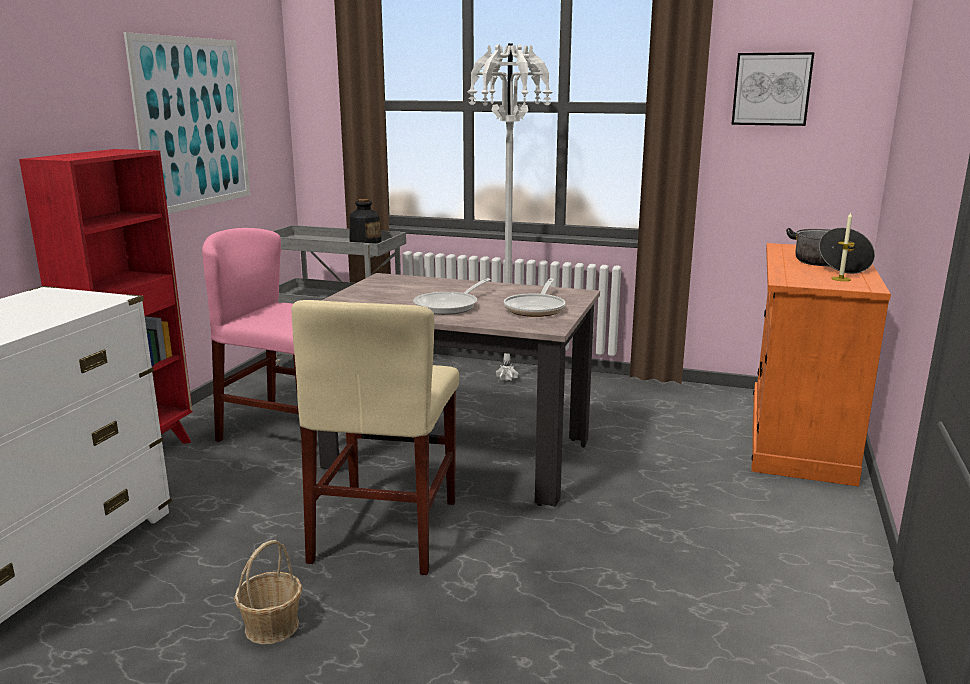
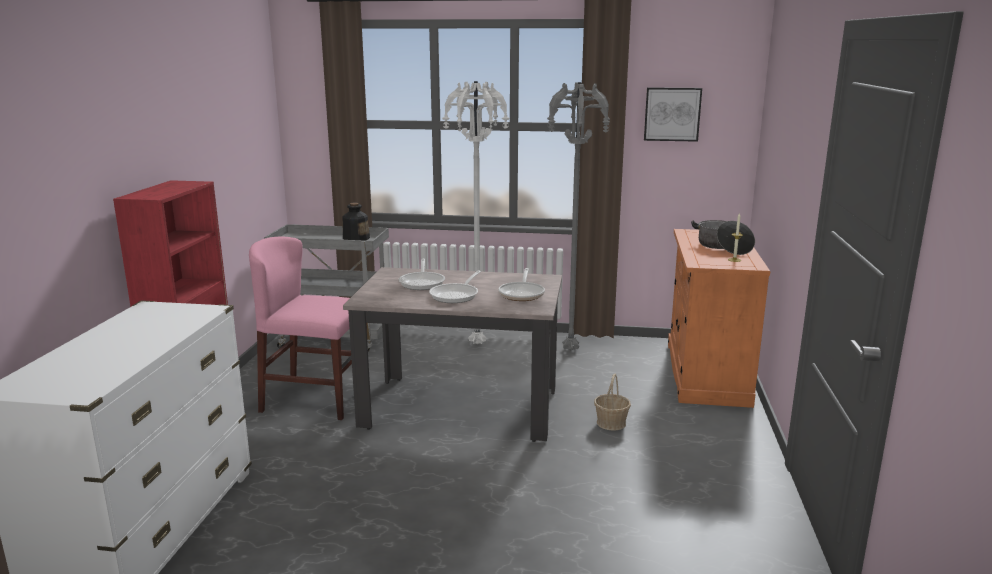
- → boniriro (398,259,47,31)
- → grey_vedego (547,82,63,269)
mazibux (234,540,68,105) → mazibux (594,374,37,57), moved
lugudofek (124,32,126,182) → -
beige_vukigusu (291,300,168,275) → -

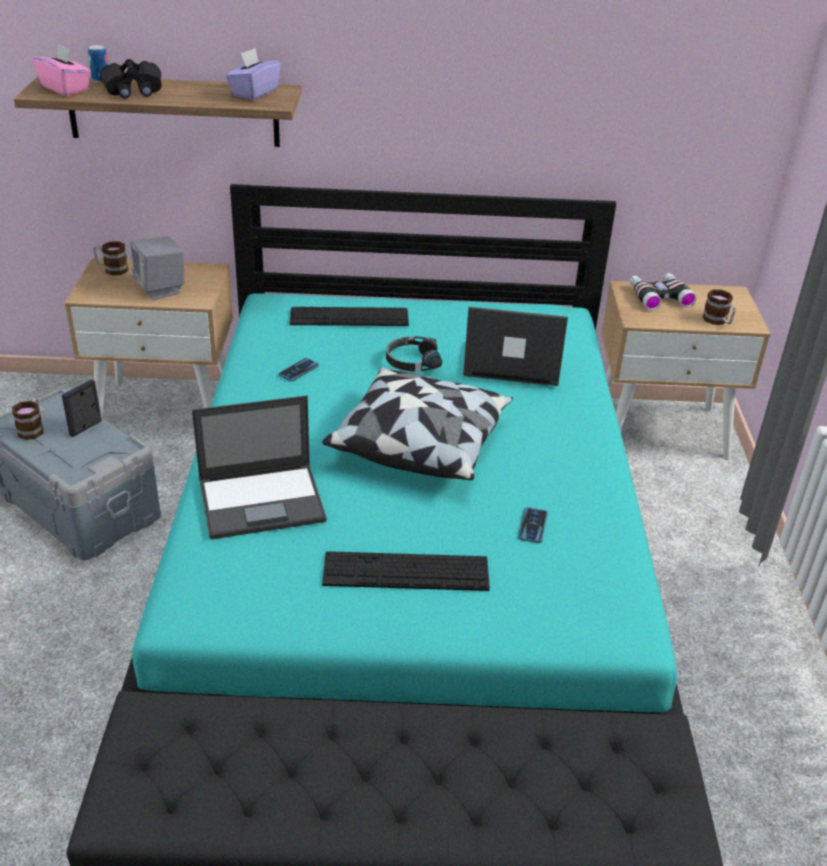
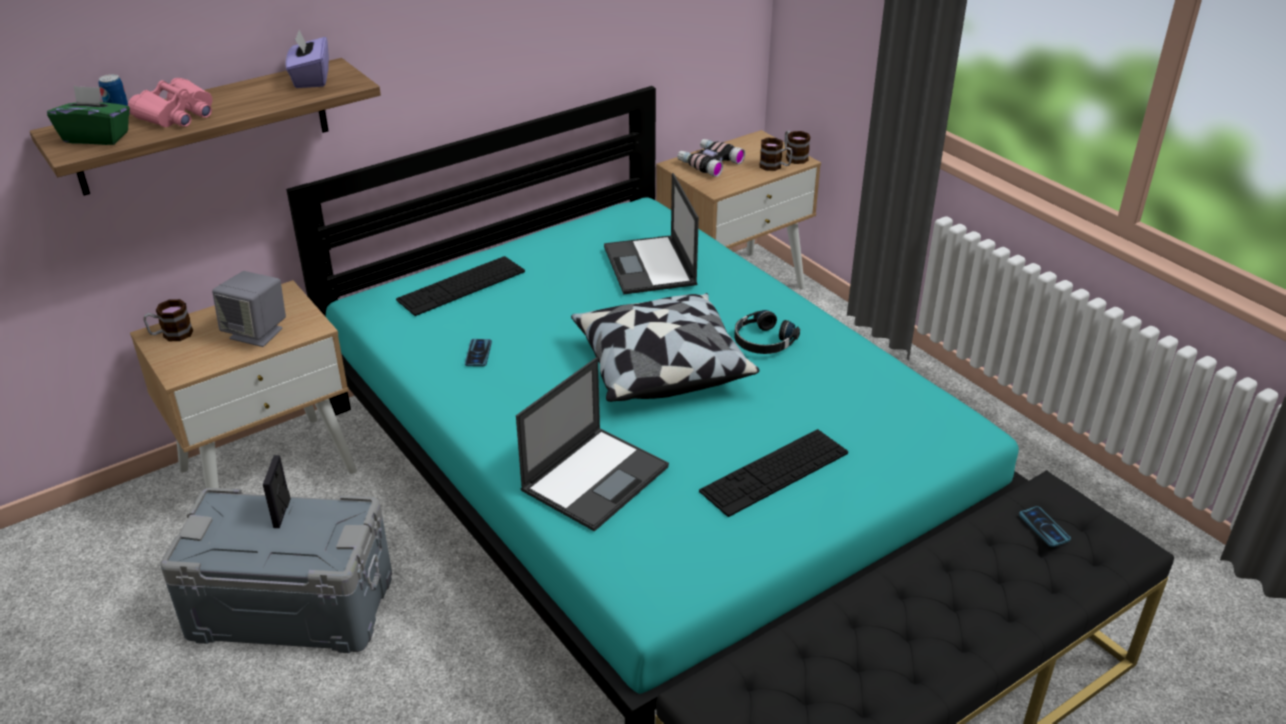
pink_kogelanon (33,43,58,53) → green_kogelanon (47,86,83,59)
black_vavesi (100,59,62,39) → pink_vavesi (128,78,84,49)
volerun (463,307,105,79) → volerun (604,173,95,121), 75 degrees counterclockwise
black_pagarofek (386,337,56,34) → black_pagarofek (734,310,66,44), moved
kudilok (12,398,31,42) → kudilok (784,131,27,33), moved
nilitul (518,507,30,36) → nilitul (1019,506,52,41), moved

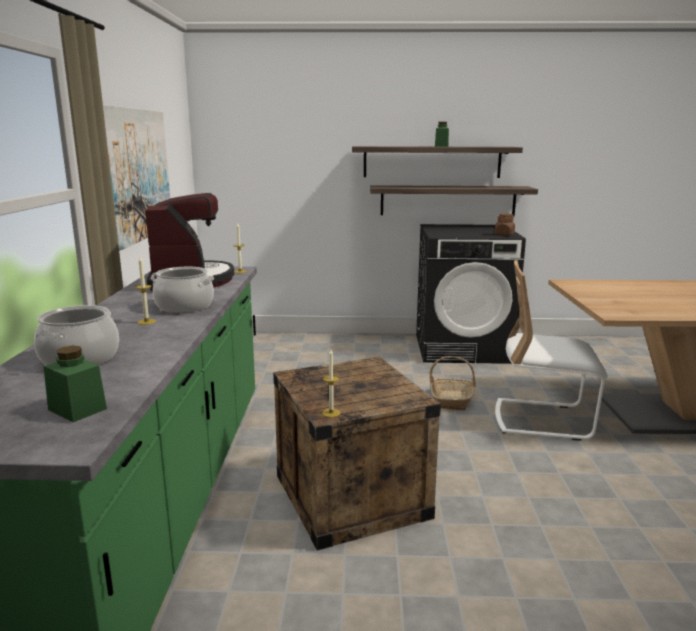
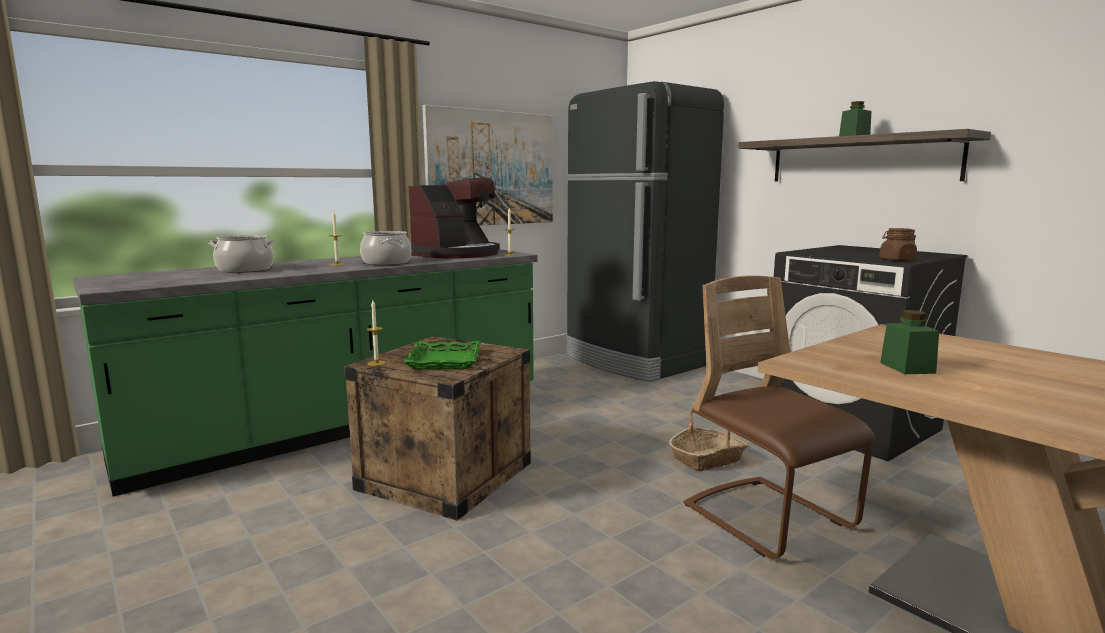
- → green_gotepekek (404,341,77,28)
- → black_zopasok (566,81,158,301)
white_vukigusu (495,260,113,181) → brown_vukigusu (683,275,193,284)
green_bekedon (44,346,63,76) → green_bekedon (880,310,59,64), moved
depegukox (370,185,168,31) → -

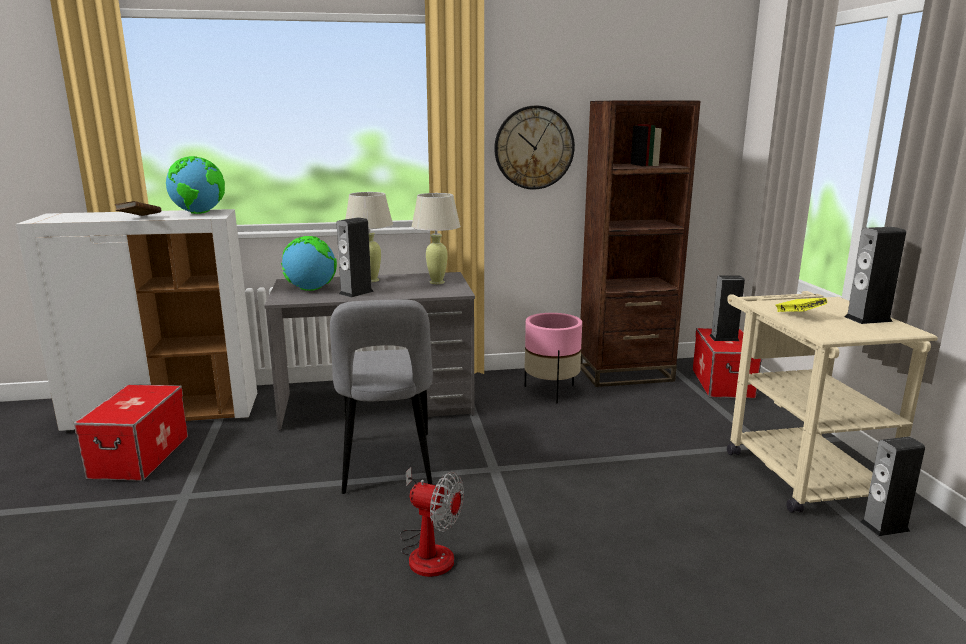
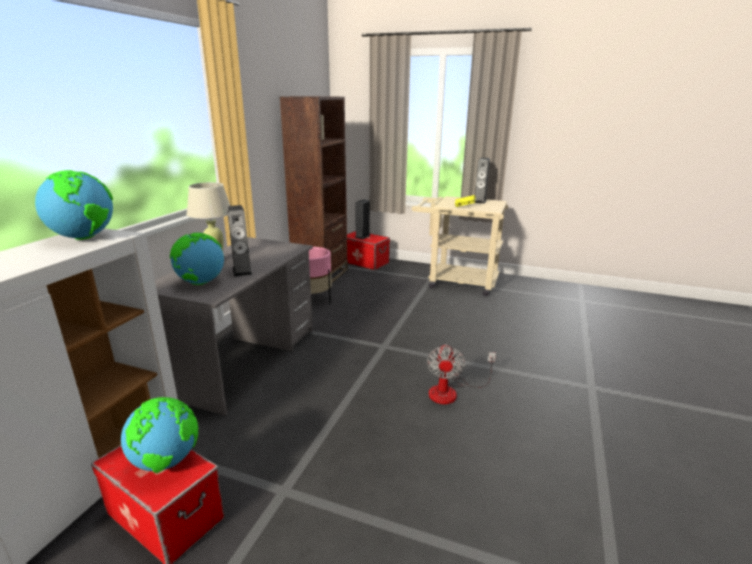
- → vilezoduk (121,397,77,76)
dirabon (400,467,64,110) → dirabon (427,344,69,60), 135 degrees clockwise
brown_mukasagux (114,201,47,15) → -
grey_vukigusu (330,299,103,195) → -
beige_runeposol (411,193,49,91) → -
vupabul (494,105,81,85) → -
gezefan (860,436,65,100) → -

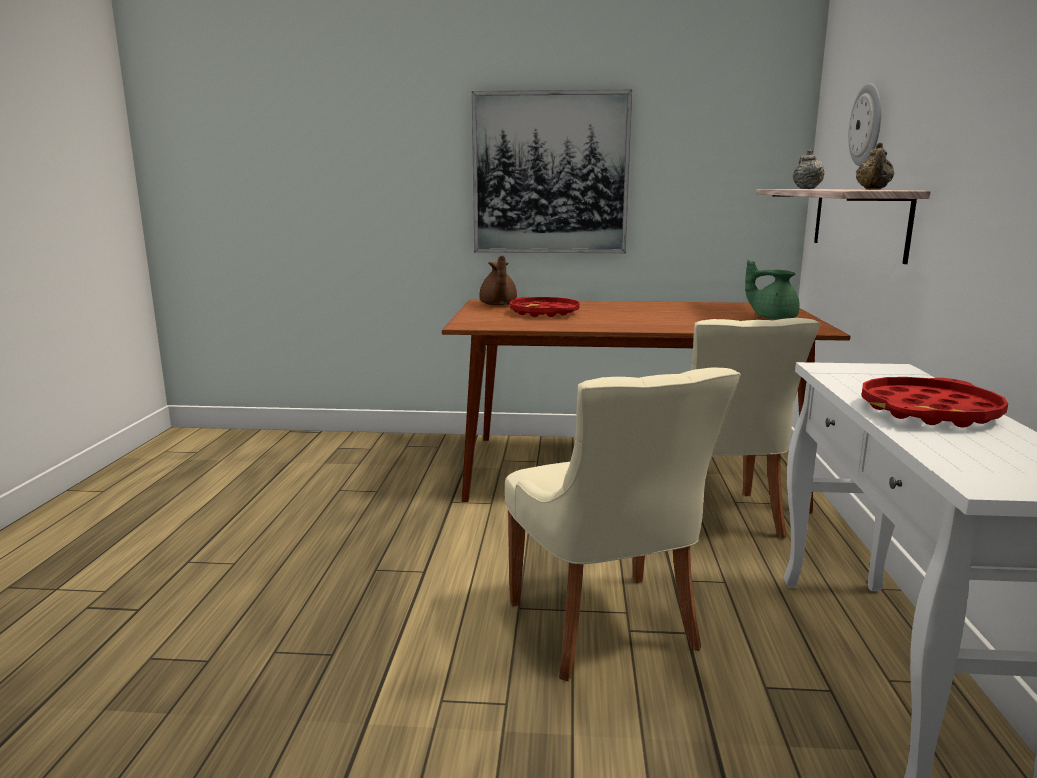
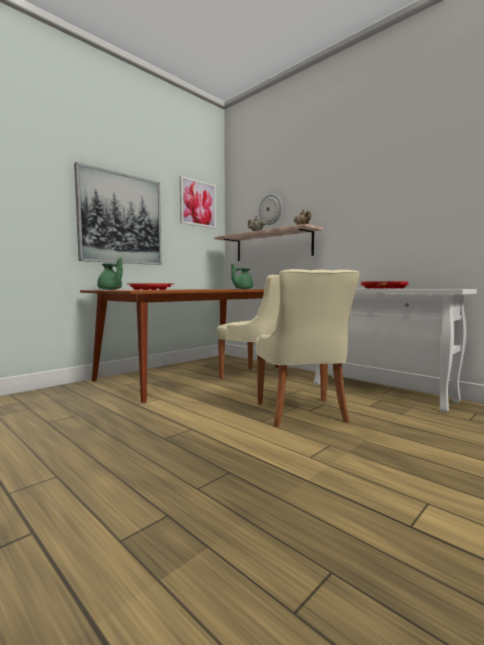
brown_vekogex (479,255,38,50) → green_vekogex (97,258,26,32)
- → lugudofek (180,176,36,52)
beige_vukigusu (505,367,236,314) → beige_vukigusu (256,269,104,158), 60 degrees clockwise

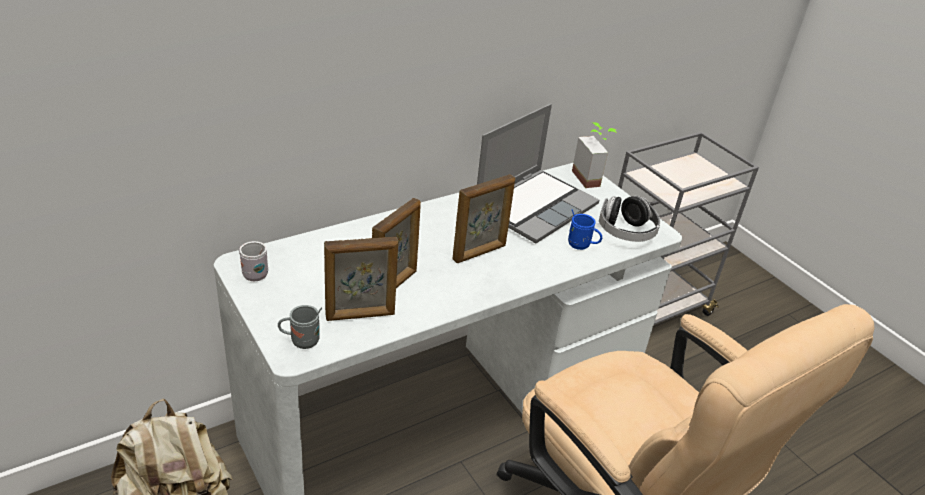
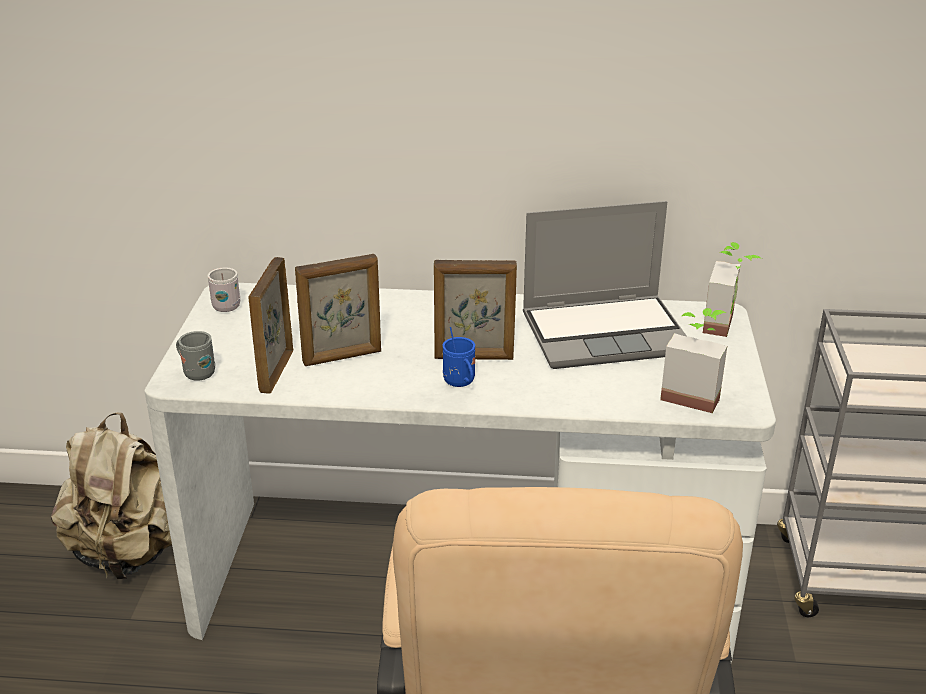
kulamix (324,236,74,85) → kulamix (248,257,46,136), 75 degrees clockwise
blue_kudilok (568,209,34,41) → blue_kudilok (443,327,32,60), moved
pagarofek (599,195,61,47) → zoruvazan (660,308,67,105)

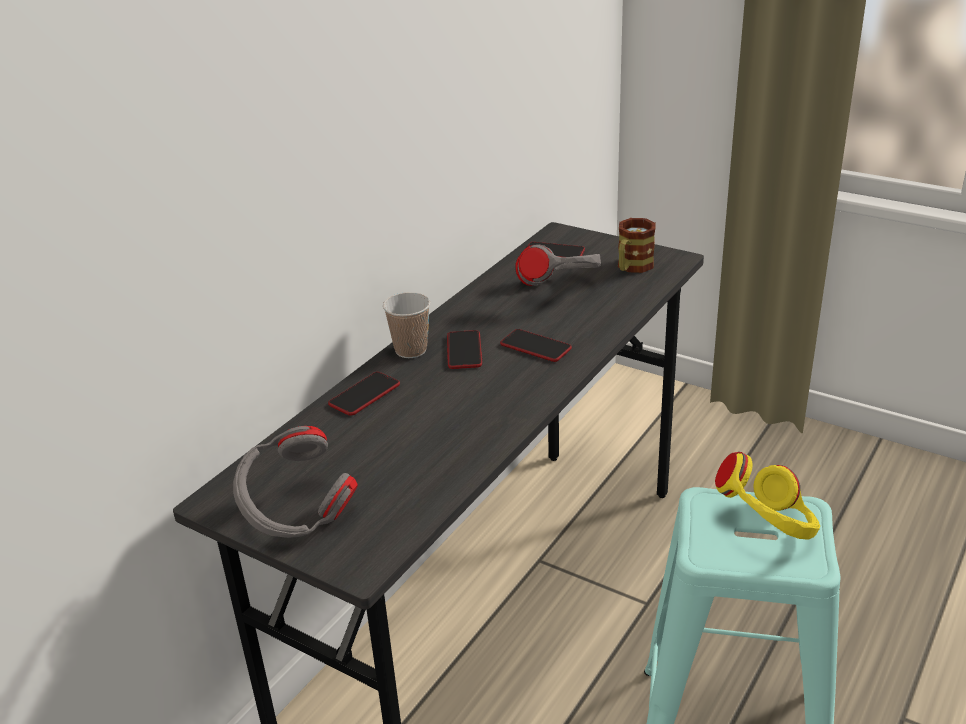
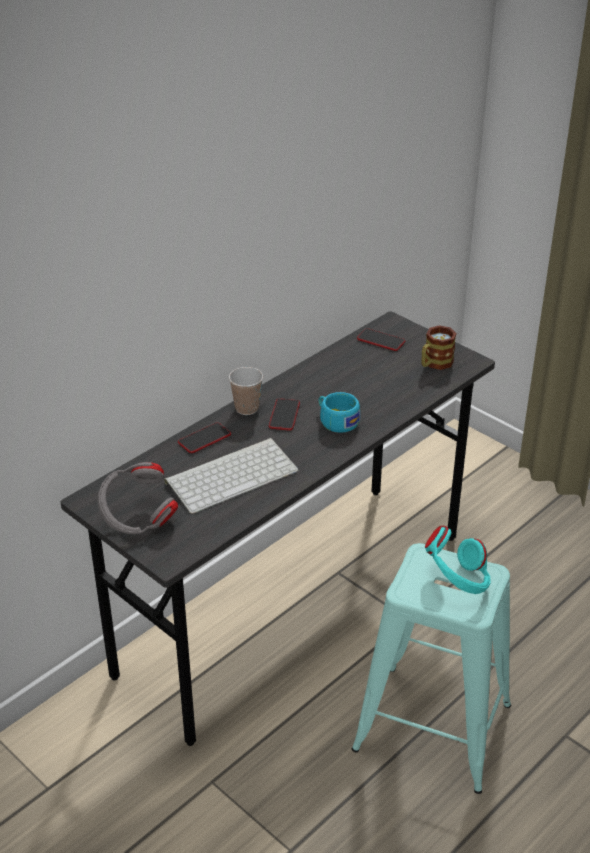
- → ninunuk (164,438,135,76)
nilitul (500,329,72,33) → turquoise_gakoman (319,392,41,41)
yellow_pagarofek (715,452,105,88) → turquoise_pagarofek (425,526,65,68)
grey_pagarofek (515,245,86,41) → -

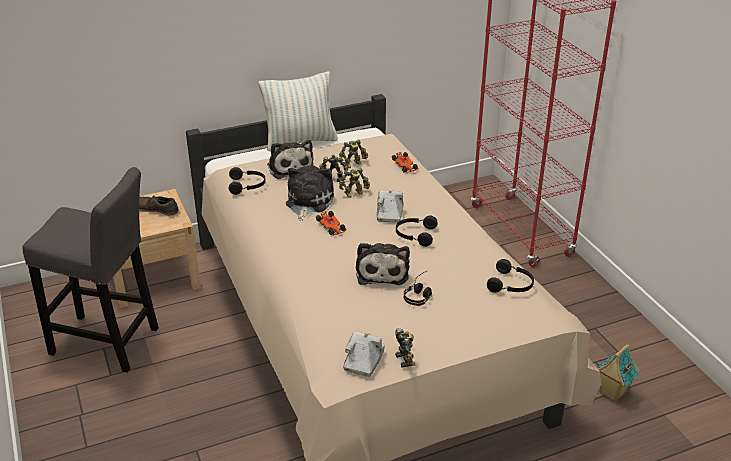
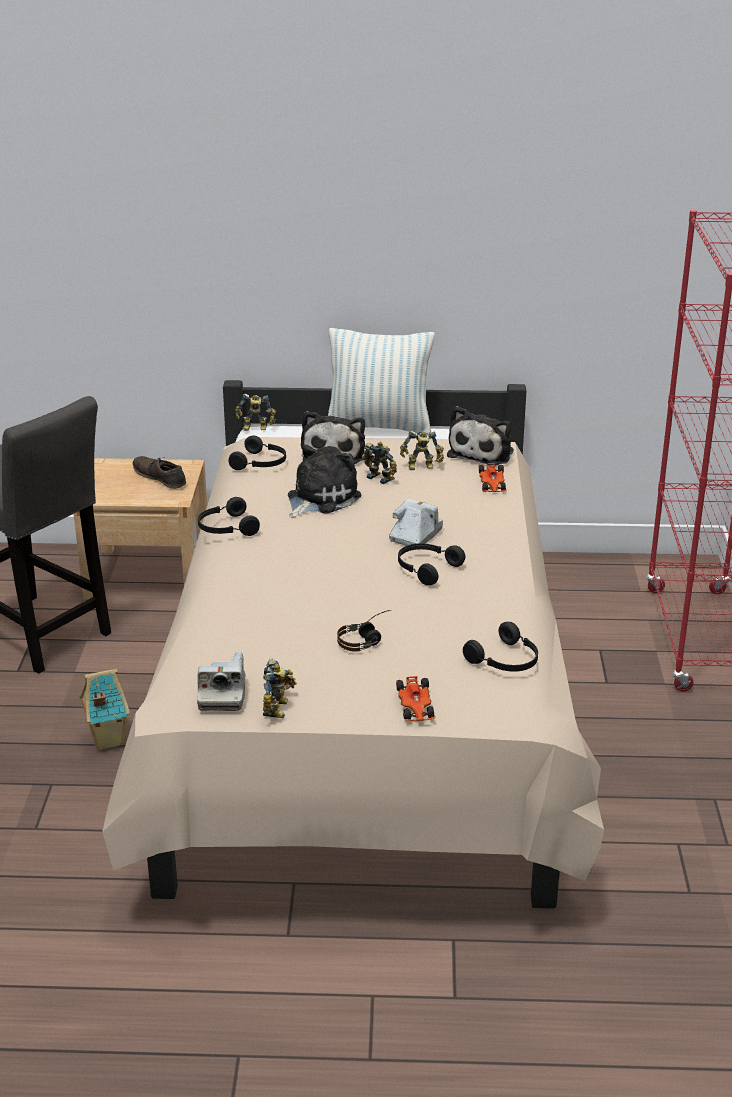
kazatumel (597,344,42,58) → kazatumel (79,669,51,82), moved
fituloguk (343,331,42,46) → fituloguk (197,652,48,59), 135 degrees clockwise
- → black_pagarofek (198,497,62,39)
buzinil (339,168,31,30) → buzinil (235,393,41,38), moved
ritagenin (316,211,31,24) → ritagenin (396,676,40,45), moved
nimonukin (356,243,54,42) → nimonukin (447,406,67,60), moved

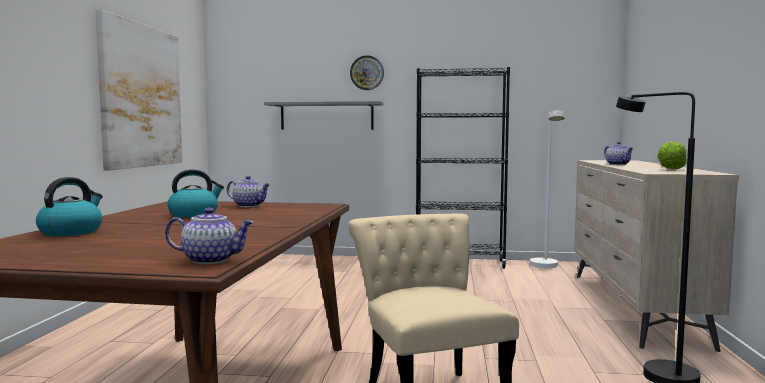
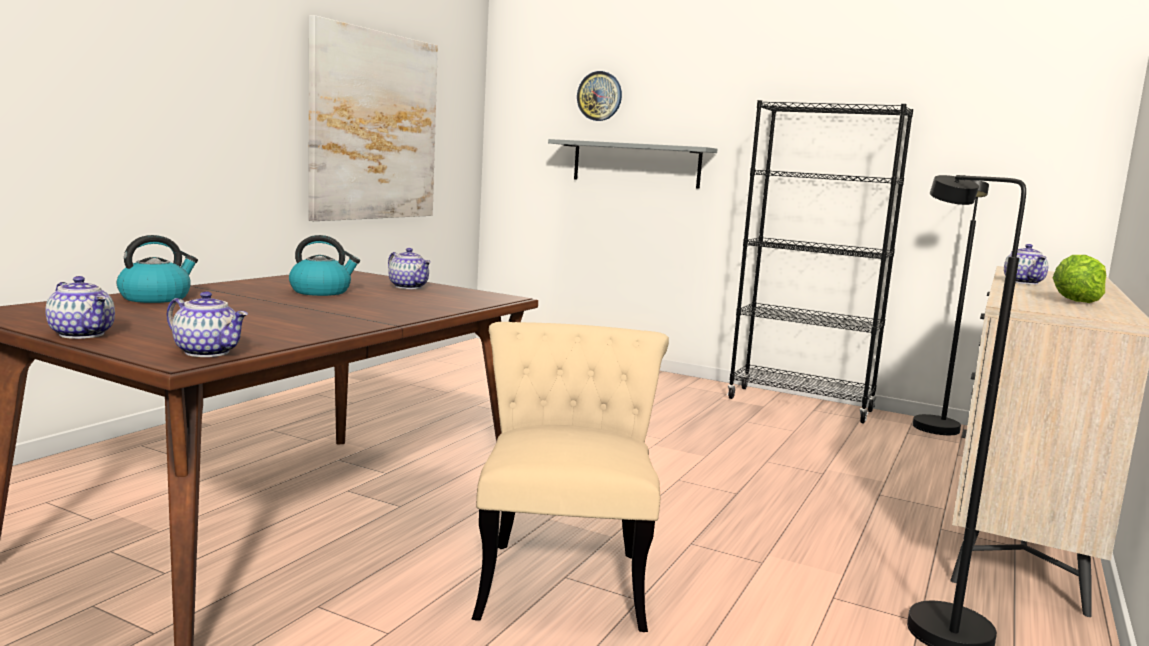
- → vekogex (45,276,70,63)
vupabul (350,55,34,35) → vupabul (577,71,45,50), moved
white_vedego (530,110,35,158) → black_vedego (913,180,76,255)

